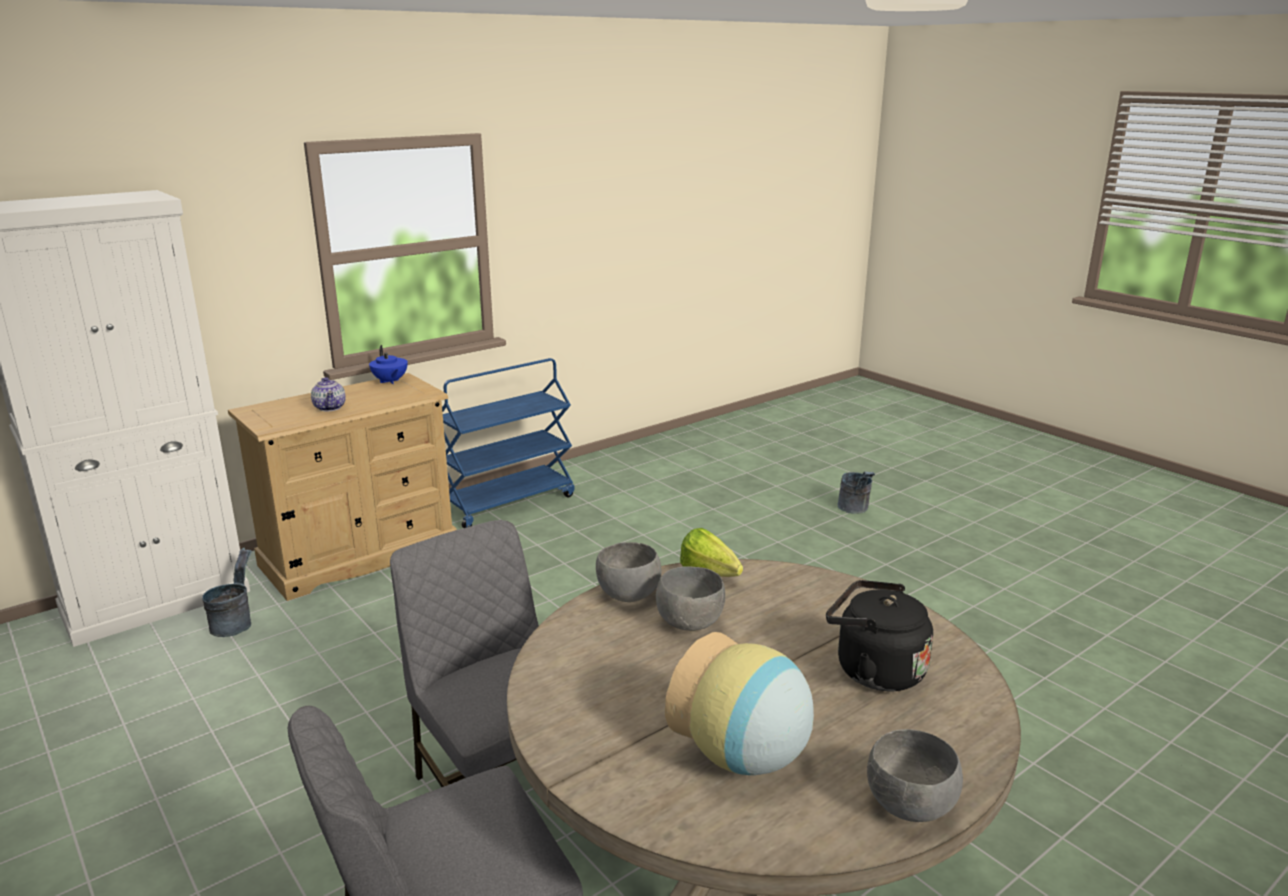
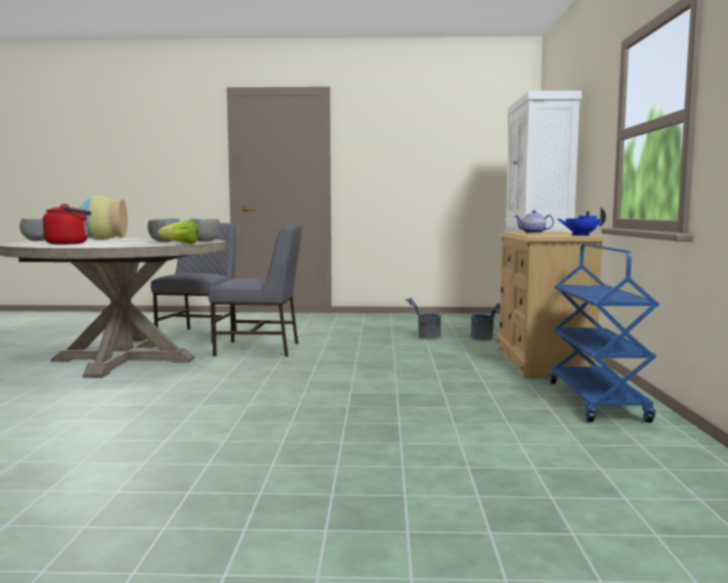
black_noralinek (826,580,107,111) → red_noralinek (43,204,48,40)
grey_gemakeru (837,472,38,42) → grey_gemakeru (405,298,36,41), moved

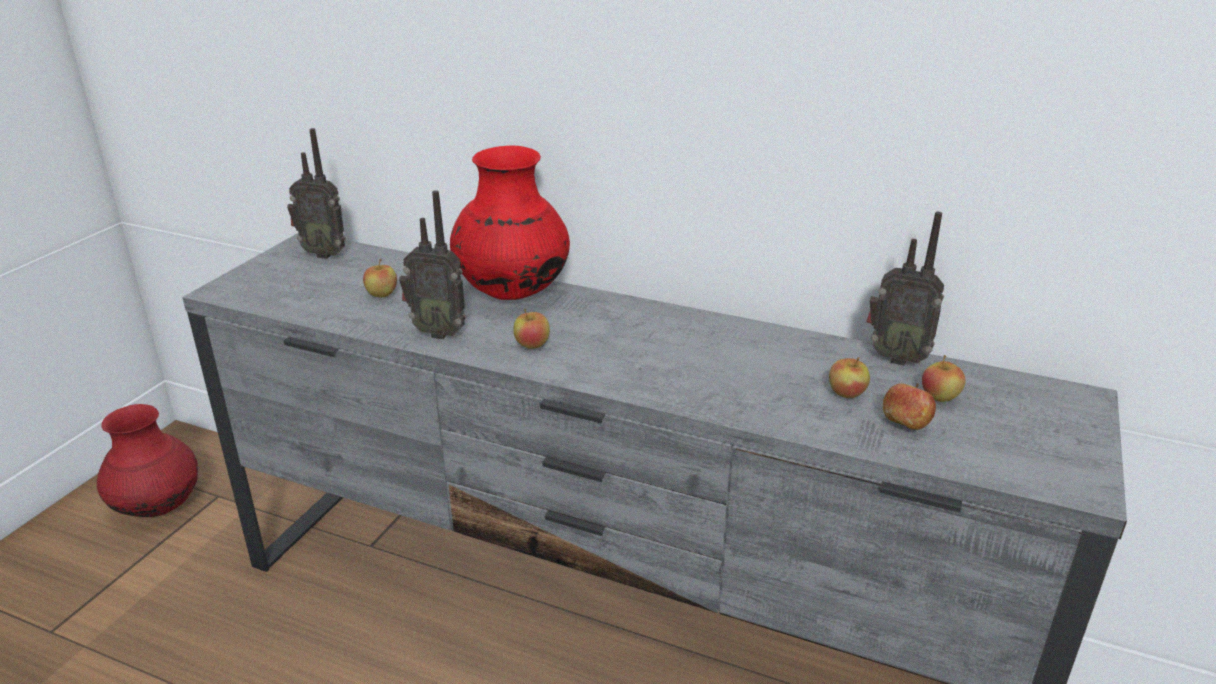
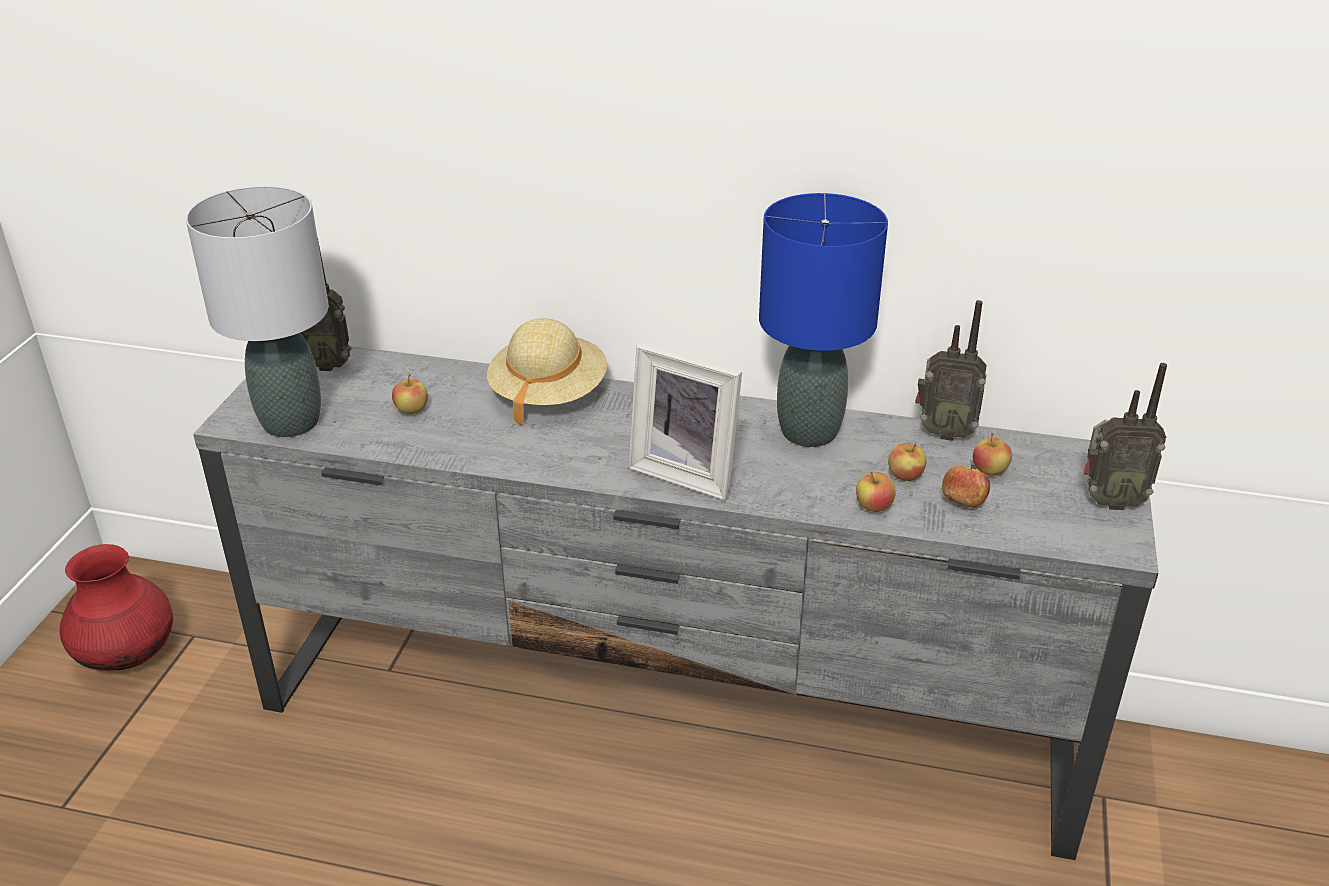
- → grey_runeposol (186,186,143,251)
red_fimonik (450,146,120,154) → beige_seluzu (487,318,120,107)
- → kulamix (628,343,114,157)
- → blue_runeposol (759,193,129,254)
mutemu (513,309,37,40) → mutemu (856,472,40,40), moved
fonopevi (399,190,67,149) → fonopevi (1083,363,84,147), moved

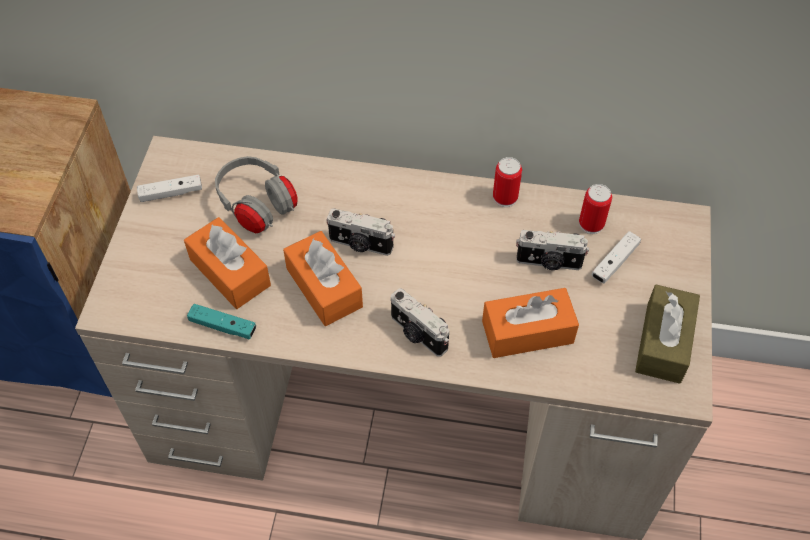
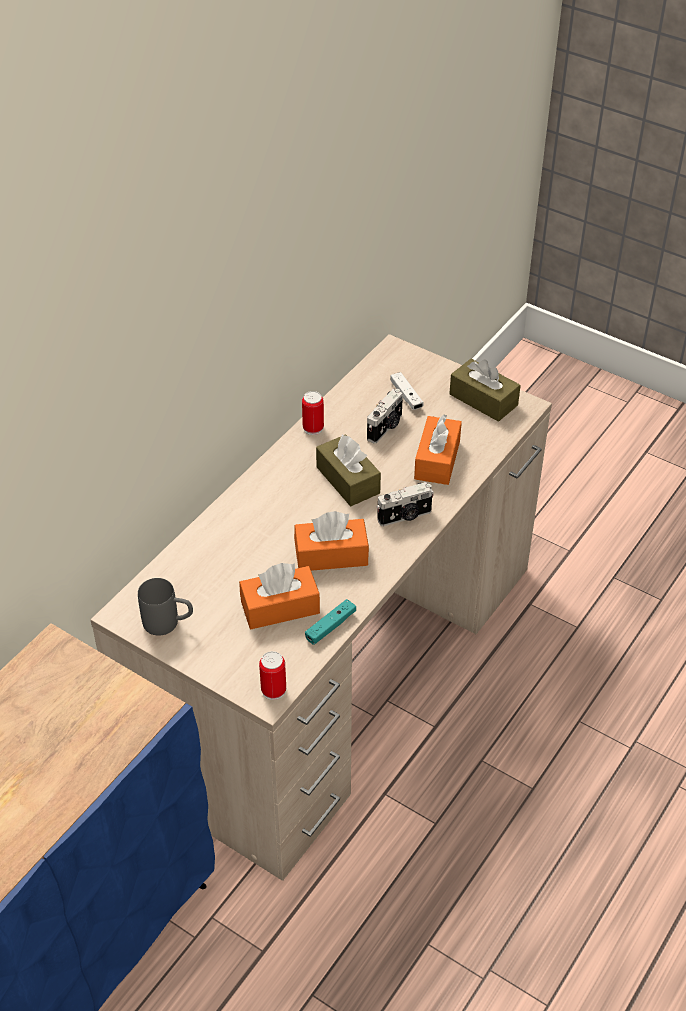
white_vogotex (137,174,65,28) → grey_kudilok (138,578,55,58)
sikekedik (579,184,33,50) → sikekedik (259,651,27,49), moved
- → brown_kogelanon (316,434,65,72)
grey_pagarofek (215,156,82,77) → -
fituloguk (326,208,69,48) → -

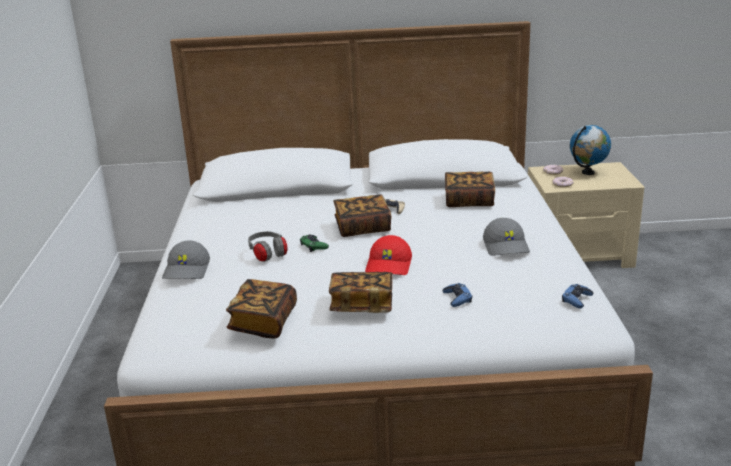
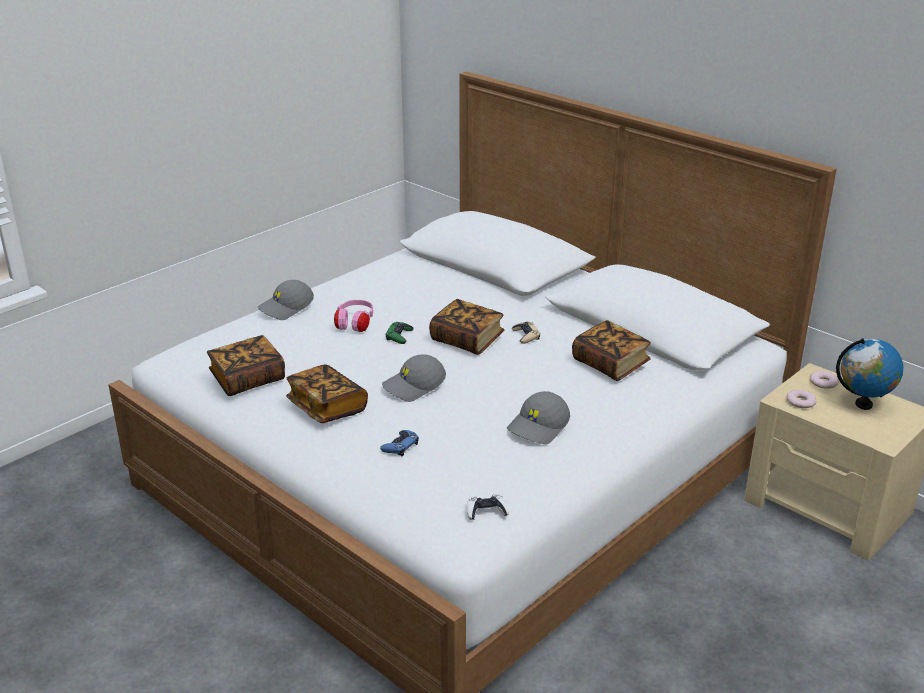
grey_pagarofek (248,231,40,31) → pink_pagarofek (334,300,39,32)
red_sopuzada (365,235,47,40) → grey_sopuzada (382,354,64,48)
blue_vogotex (562,284,31,24) → white_vogotex (467,494,42,26)

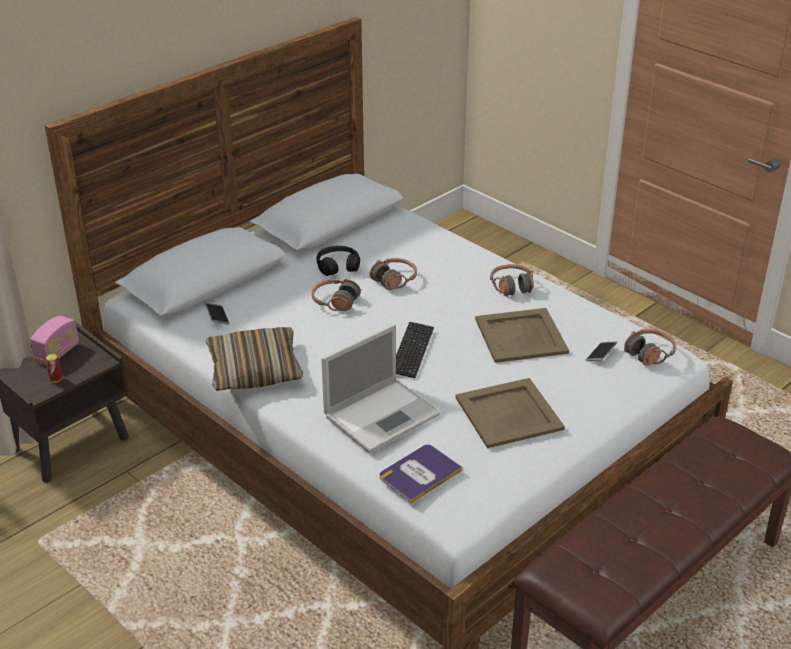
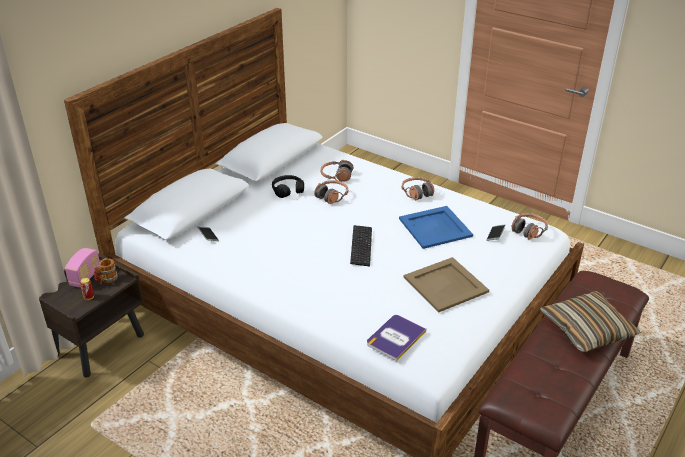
- → kudilok (94,258,24,26)
pagarofek (311,279,50,32) → pagarofek (321,160,33,22), moved
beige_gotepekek (475,308,94,55) → blue_gotepekek (399,206,74,43)
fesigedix (206,327,97,64) → fesigedix (540,291,100,62), moved
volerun (321,324,119,129) → -

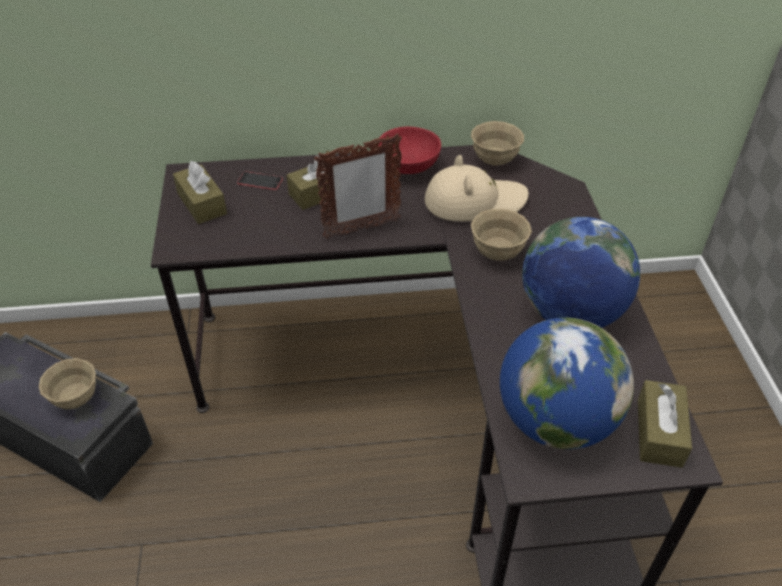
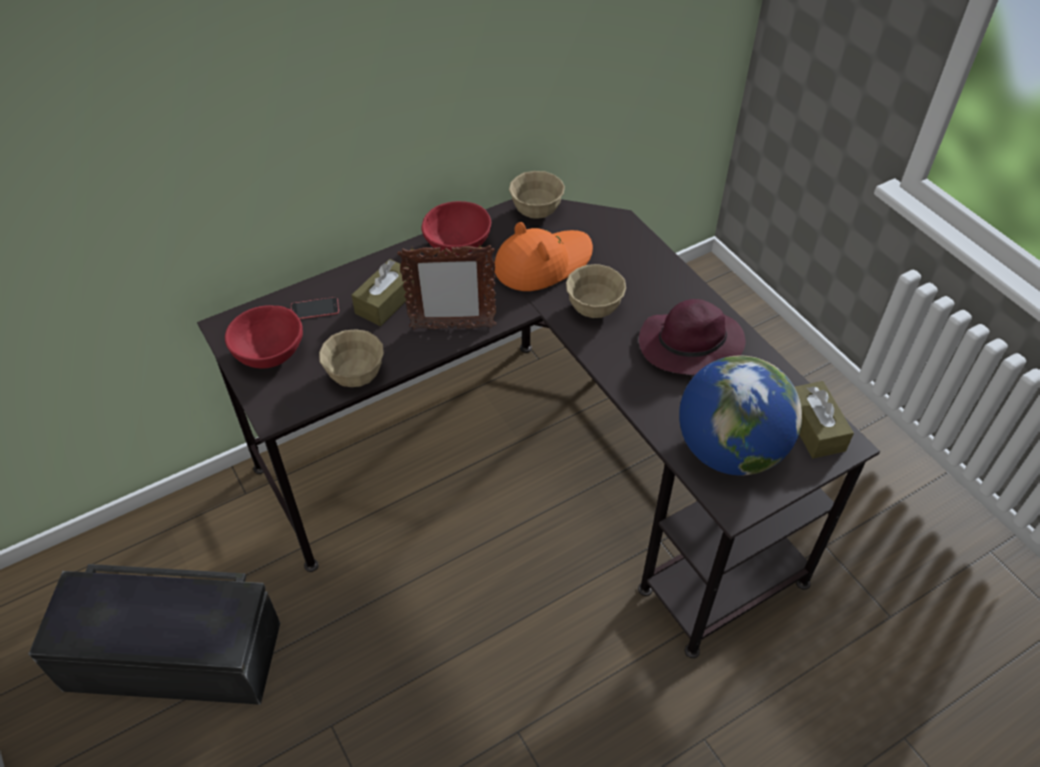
brown_kogelanon (173,161,54,63) → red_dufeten (225,305,78,64)
beige_dufeten (39,358,57,51) → beige_dufeten (319,329,65,58), moved
kulamix (314,133,88,106) → kulamix (398,244,98,86), 45 degrees clockwise
beige_seluzu (425,155,104,67) → orange_seluzu (495,222,98,69)
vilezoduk (522,217,118,111) → purple_seluzu (639,299,107,76)

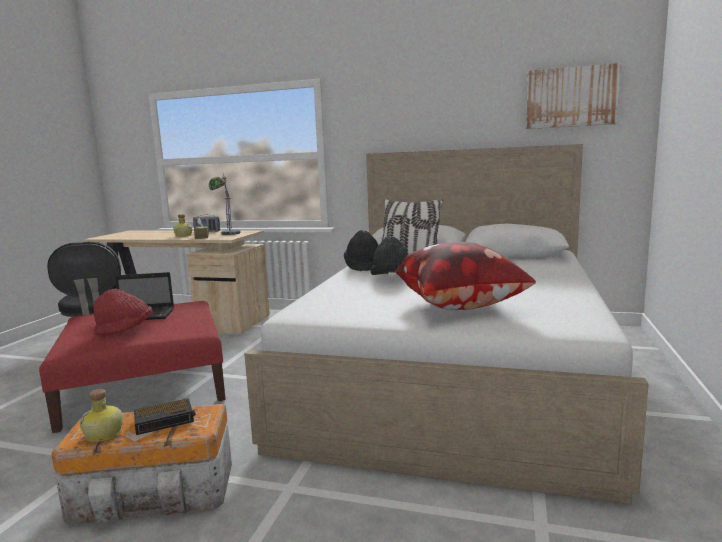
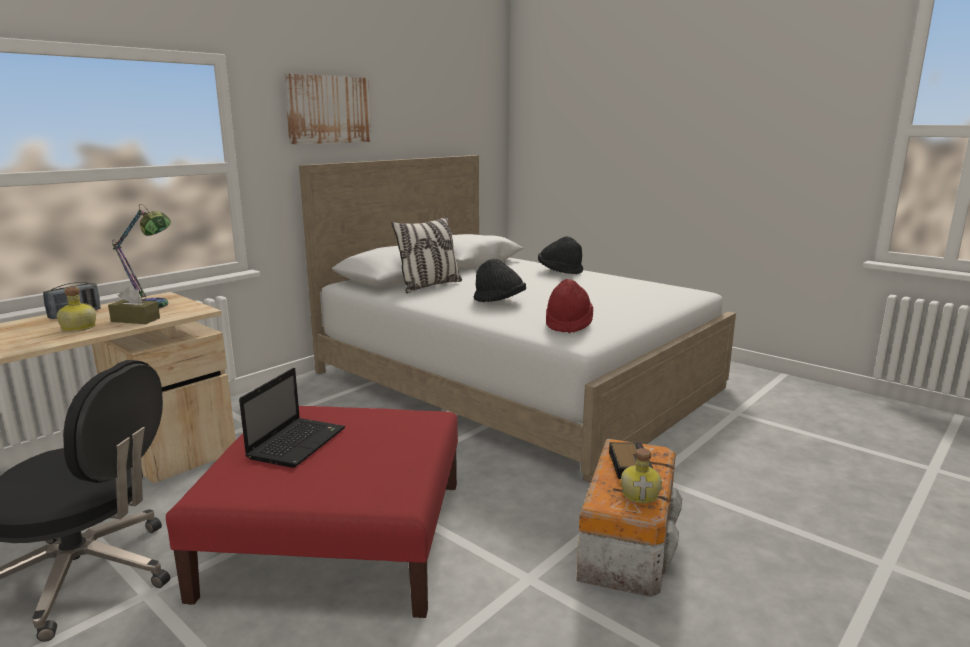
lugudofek (526,63,95,66) → lugudofek (284,73,87,71), moved
black_seluzu (344,230,34,41) → black_seluzu (538,236,45,38), moved
red_seluzu (94,289,59,46) → red_seluzu (546,279,47,54), moved
fesigedix (395,242,141,68) → -

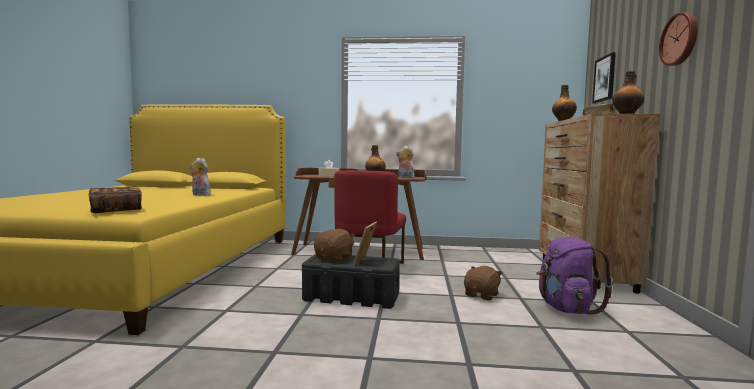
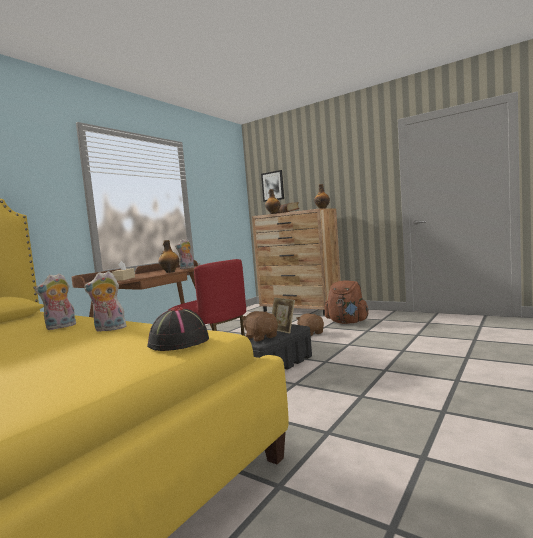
- → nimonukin (84,271,44,61)
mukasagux (89,187,53,26) → black_seluzu (147,307,62,44)
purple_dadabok (536,237,77,77) → brown_dadabok (325,281,44,43)
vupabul (659,12,39,54) → -

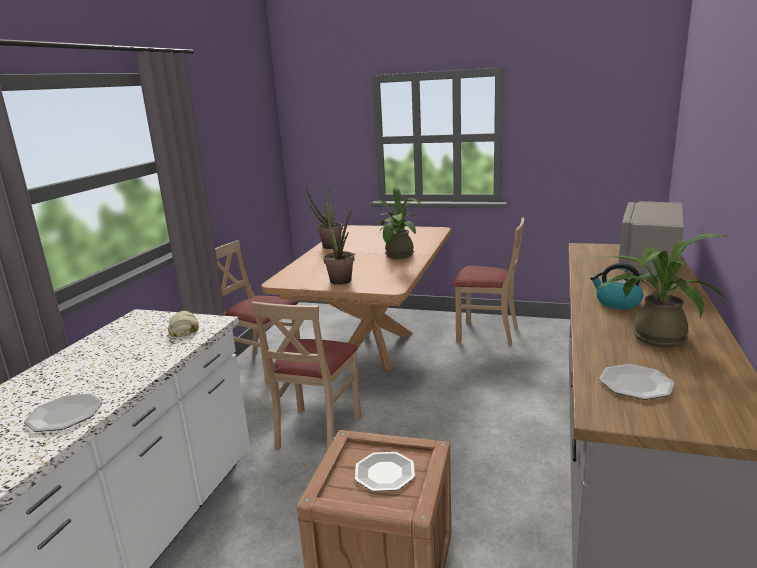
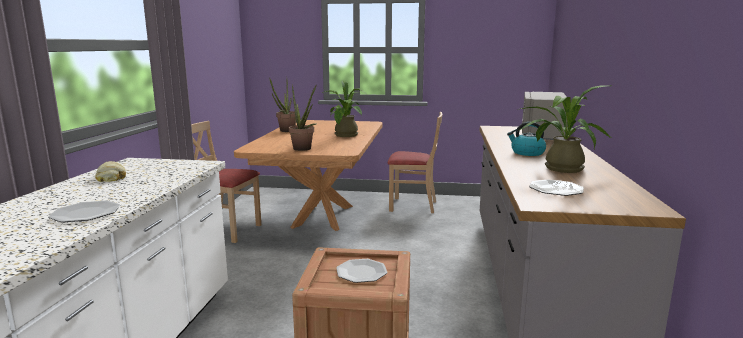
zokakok (168,311,31,26) → zokakok (95,161,31,21), moved
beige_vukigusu (251,301,110,150) → -

